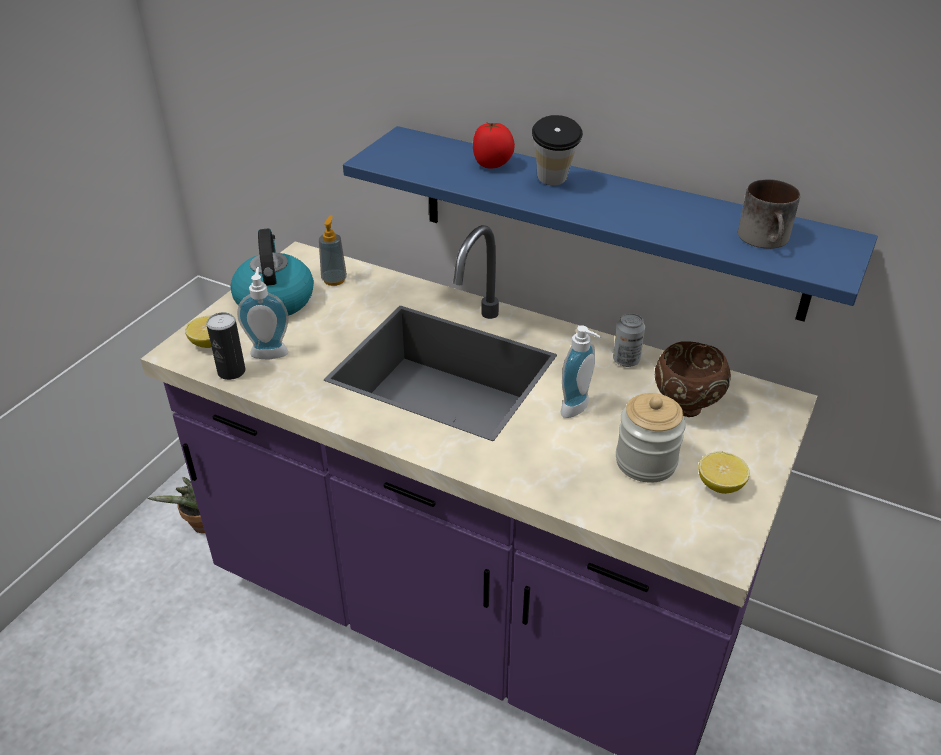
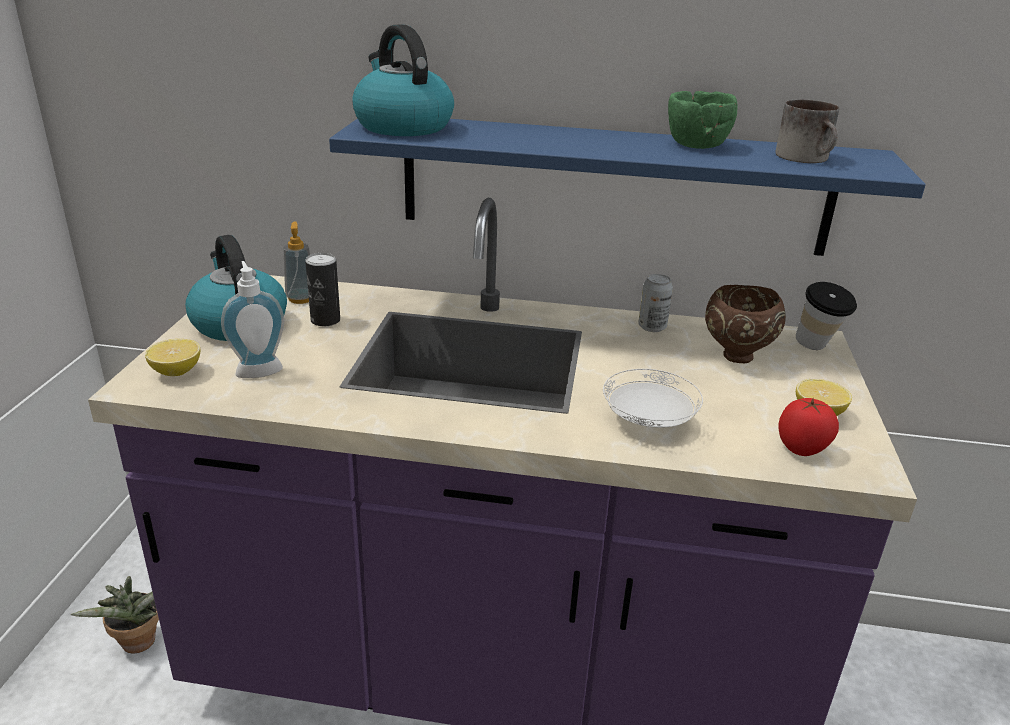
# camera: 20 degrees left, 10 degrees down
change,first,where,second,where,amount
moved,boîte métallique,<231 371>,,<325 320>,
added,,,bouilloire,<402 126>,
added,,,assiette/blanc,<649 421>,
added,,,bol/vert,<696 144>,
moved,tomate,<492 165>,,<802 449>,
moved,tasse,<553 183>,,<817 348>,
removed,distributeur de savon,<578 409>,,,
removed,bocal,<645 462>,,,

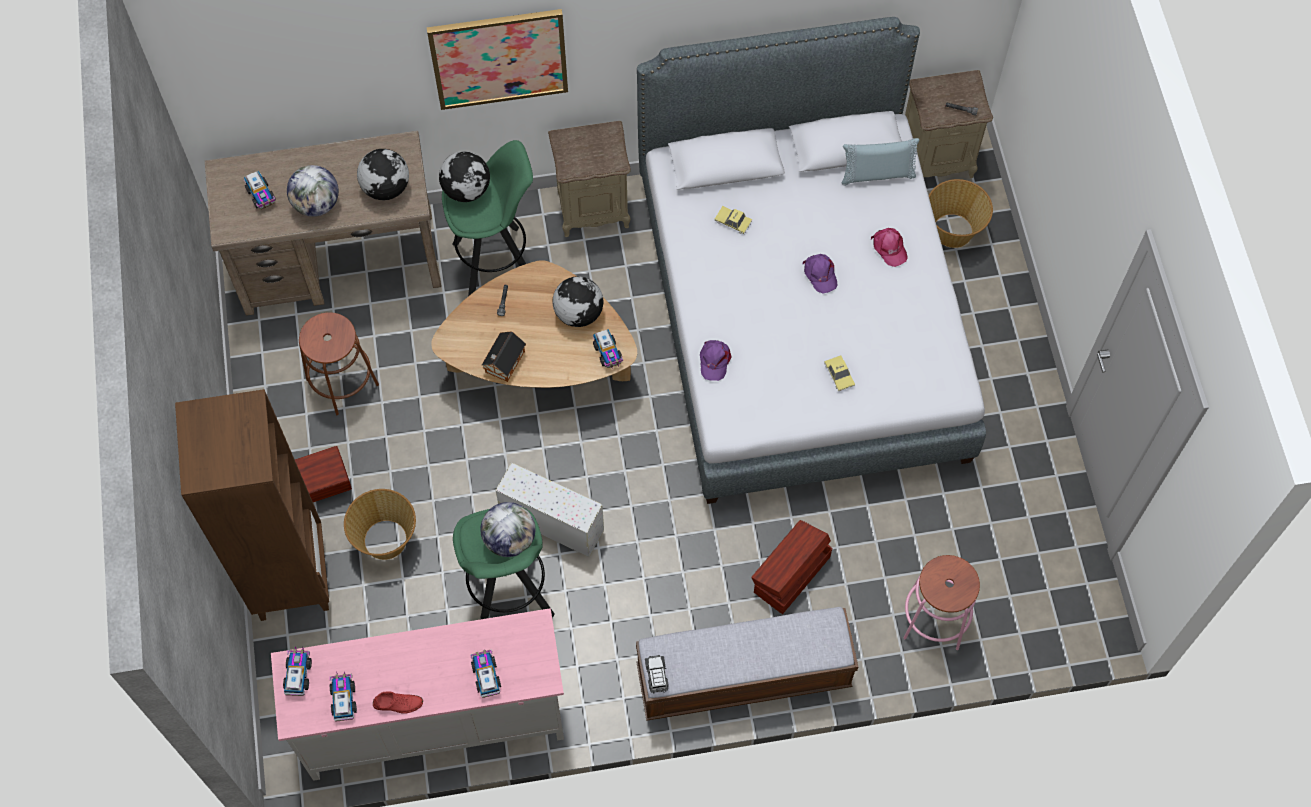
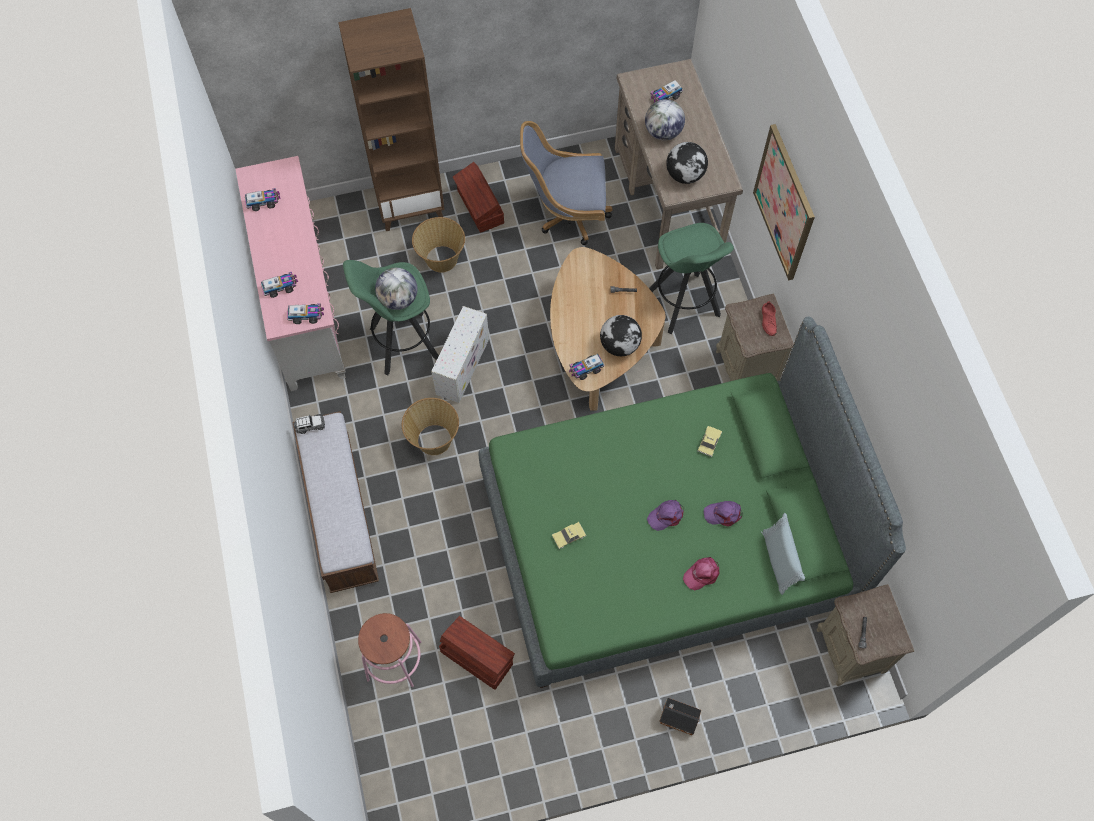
# camera: 85 degrees right, 0 degrees up
change,first,where,second,where,amount
moved,camion jouet,<298 674>,,<306 316>,
moved,panier,<952 231>,,<433 439>,
moved,boîte de rangement/marron,<790 574>,,<476 657>,
recoloured,lit/gris,<800 317>,lit/vert,<666 538>,
replaced,tabouret/marron,<342 382>,chaise de bureau/bleu,<566 215>,
moved,maison miniature,<503 363>,,<677 718>,
moved,casquette/violet,<714 360>,,<723 514>,
moved,chaussure/rouge,<398 704>,,<768 321>,
removed,globe,<467 189>,,,

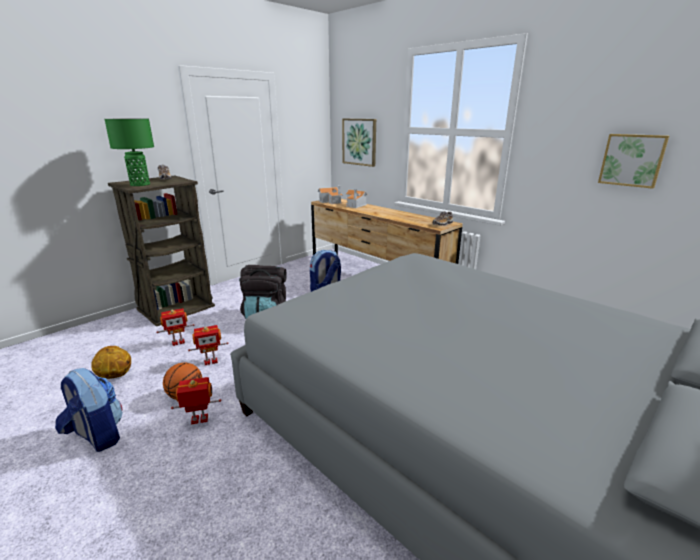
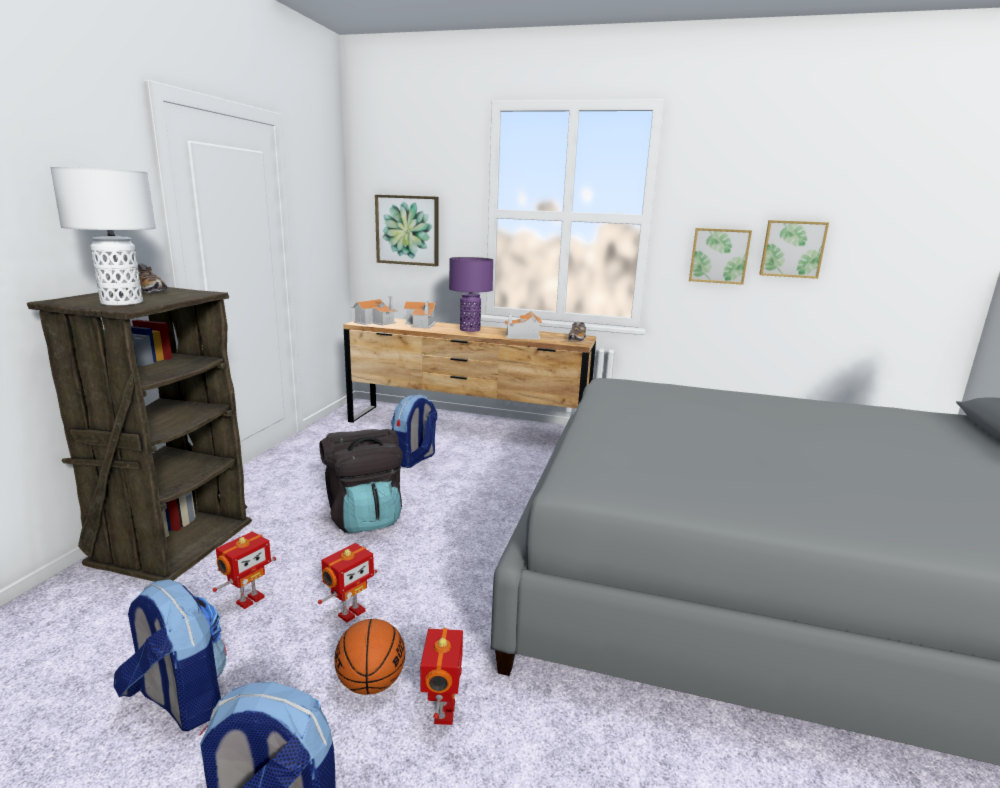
# camera: 30 degrees left, 5 degrees down
change,first,where,second,where,amount
recoloured,lampe de table/vert,<140 184>,lampe de table/blanc,<122 302>,
replaced,ballon de basket,<115 376>,sac à dos,<180 701>,
turned,robot jouet,<199 420>,,<442 712>,135 degrees clockwise
added,,,lampe de table/violet,<469 329>,
added,,,maison miniature,<523 336>,
added,,,tableau,<719 256>,

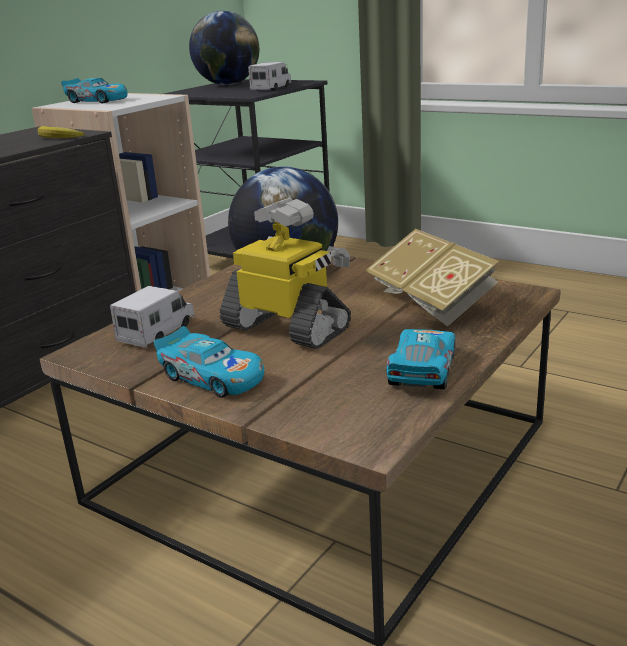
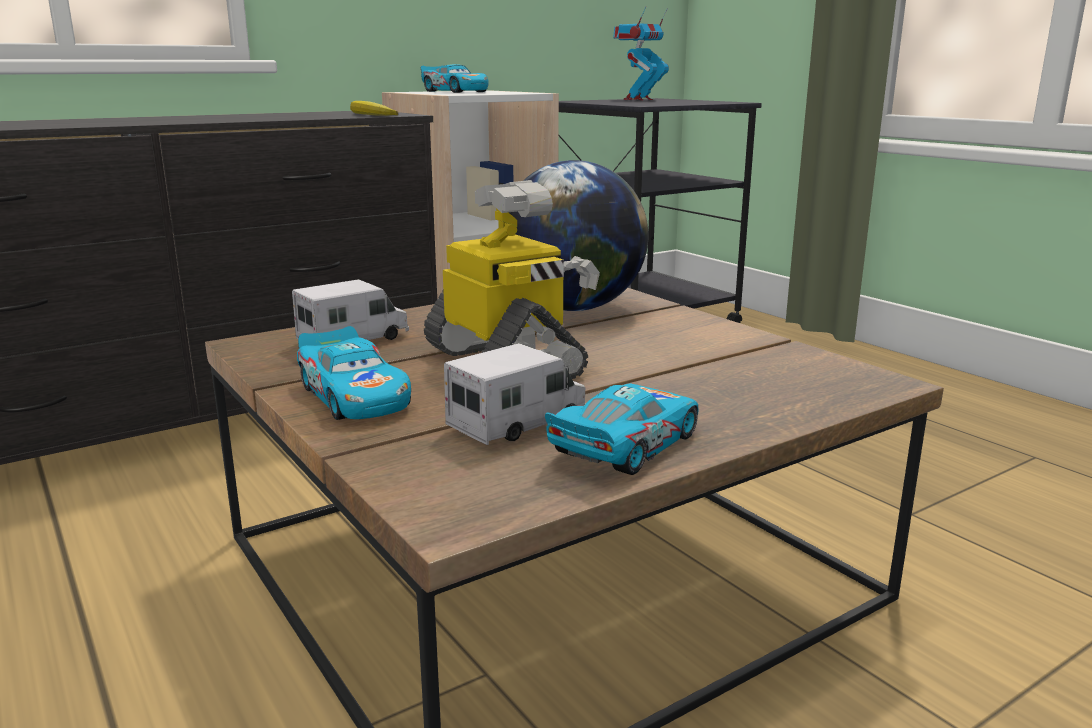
# camera: 20 degrees right, 5 degrees down
change,first,where,second,where,amount
moved,camion jouet,<271 88>,,<518 423>,
replaced,globe,<227 84>,robot jouet,<638 99>,
removed,livre,<431 302>,,,

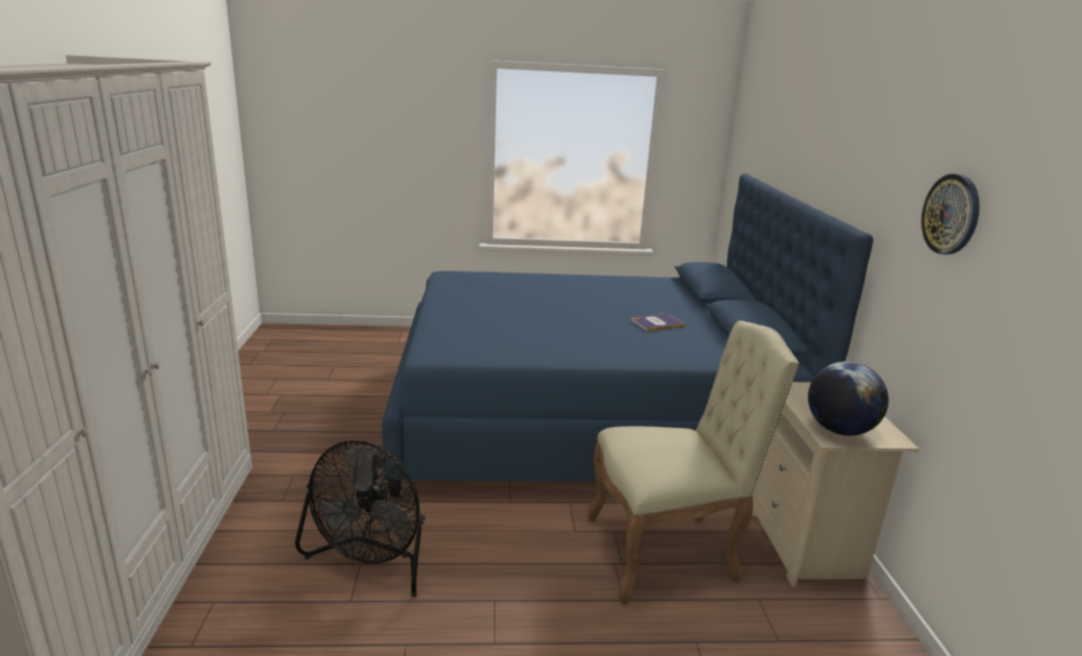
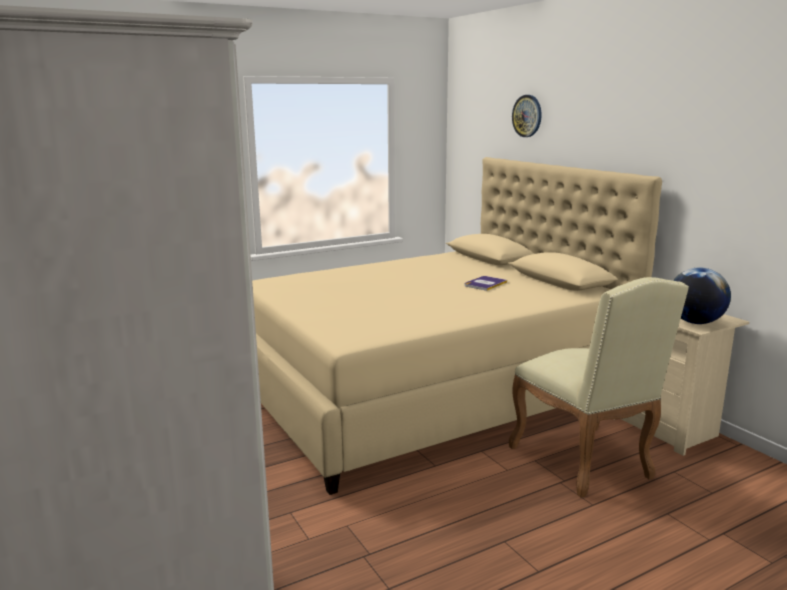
# camera: 25 degrees left, 5 degrees down
change,first,where,second,where,amount
recoloured,lit/bleu,<586 420>,lit/beige,<428 388>,
turned,chaise/beige,<665 552>,,<585 462>,105 degrees clockwise
moved,horloge murale,<951 214>,,<527 116>,
removed,ventilateur/noir,<370 558>,,,

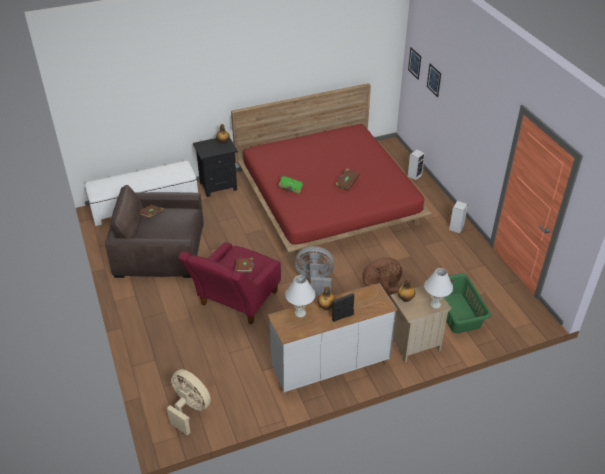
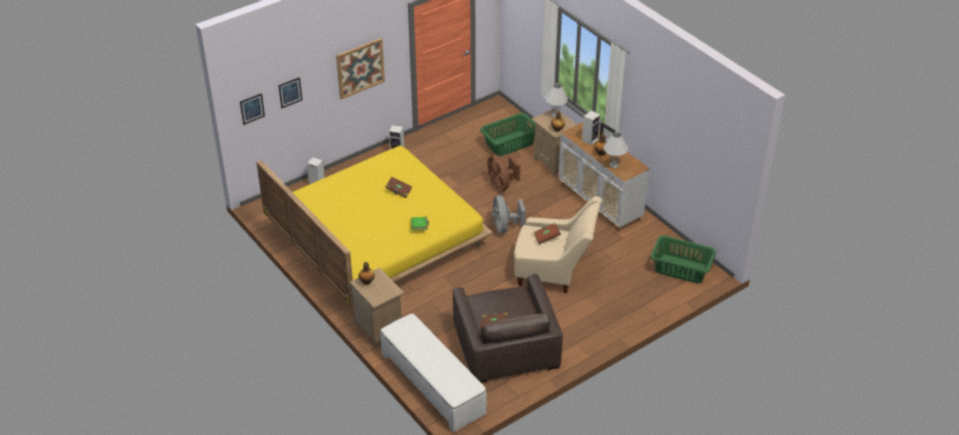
# camera: 105 degrees left, 0 degrees up
change,first,where,second,where,amount
recoloured,lit/rouge,<329 200>,lit/jaune,<378 238>,
added,,,tableau,<360 68>,
recoloured,table de chevet/noir,<219 186>,table de chevet/beige,<379 328>,
recoloured,fauteuil/rouge,<235 302>,fauteuil/beige,<554 271>,
added,,,enceinte,<590 139>,
replaced,ventilateur/beige,<190 409>,panier à linge/vert,<681 269>,

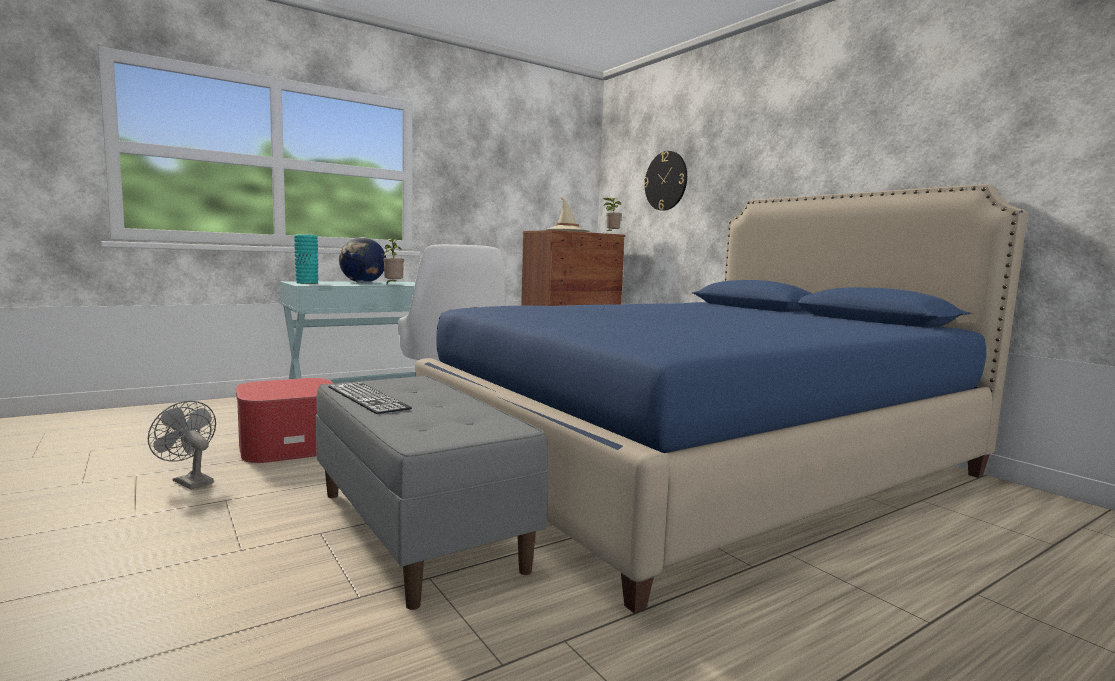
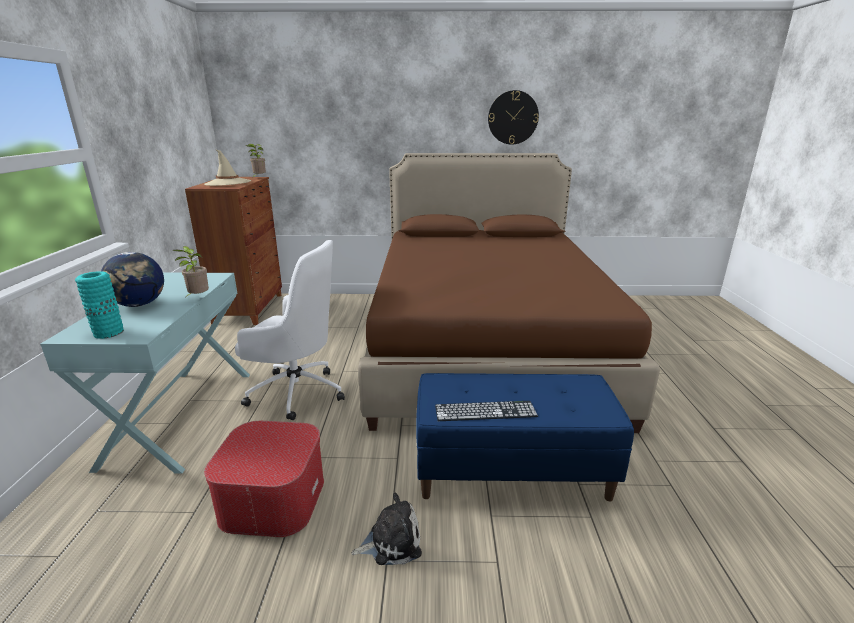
# camera: 55 degrees left, 15 degrees up
change,first,where,second,where,amount
added,,,peluche,<391 542>,
recoloured,lit/bleu,<699 463>,lit/marron,<484 345>,
recoloured,banc/gris,<419 529>,banc/bleu,<512 470>,
moved,horloge murale,<666 181>,,<513 117>,
removed,ventilateur/gris,<189 481>,,,

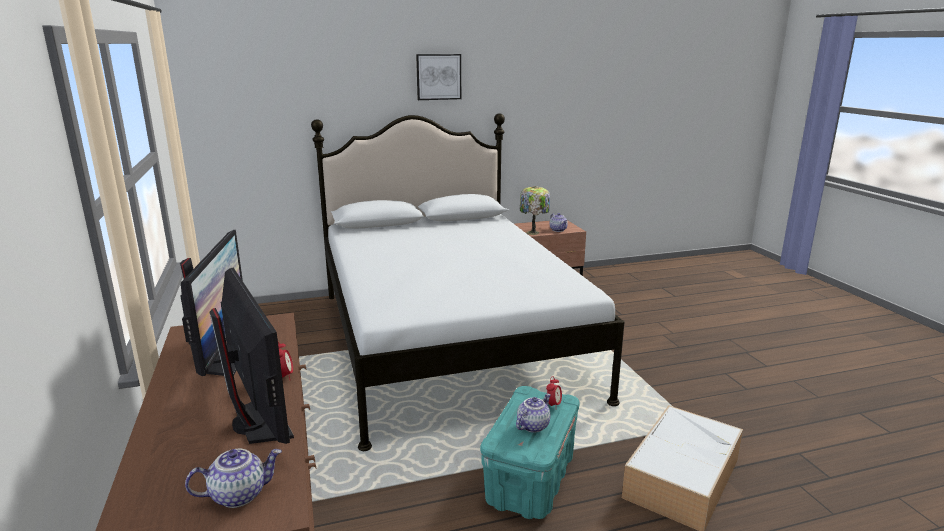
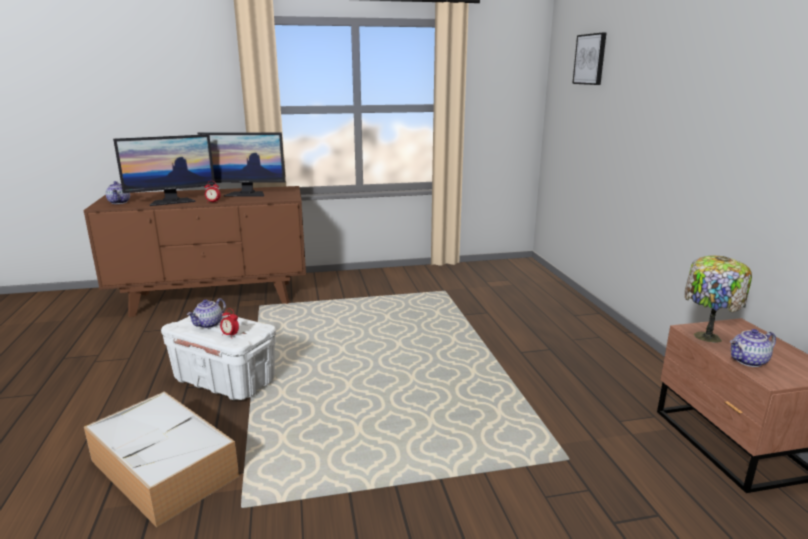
# camera: 95 degrees right, 0 degrees up
change,first,where,second,where,amount
recoloured,boîte de rangement/turquoise,<530 480>,boîte de rangement/blanc,<226 381>,
turned,théière,<532 425>,,<209 325>,75 degrees clockwise
moved,tableau,<438 77>,,<590 59>,
removed,lit/blanc,<448 341>,,,

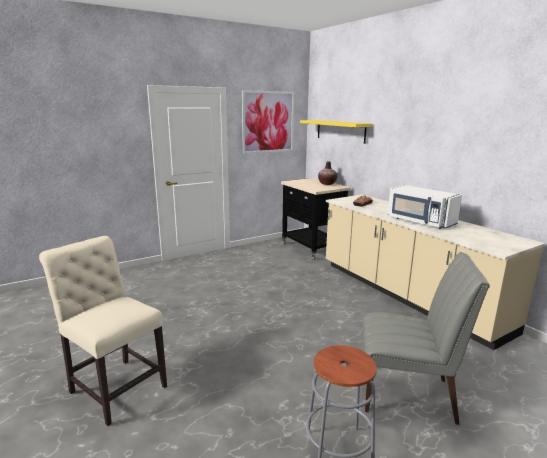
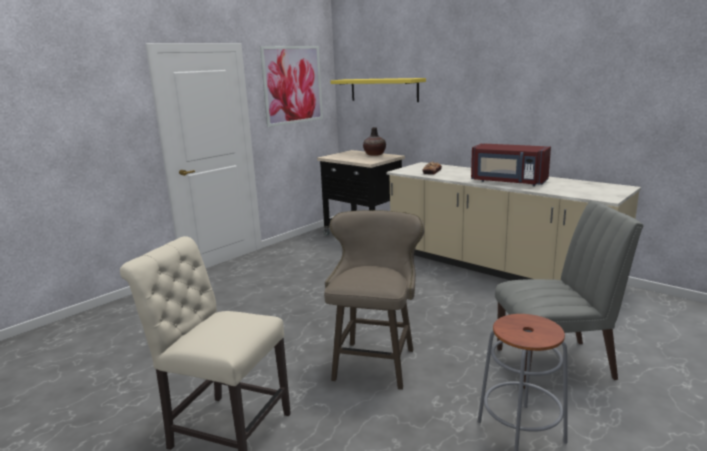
# camera: 15 degrees left, 0 degrees up
change,first,where,second,where,amount
added,,,tabouret/beige,<375 361>,
recoloured,micro-ondes/blanc,<419 222>,micro-ondes/rouge,<508 182>,

